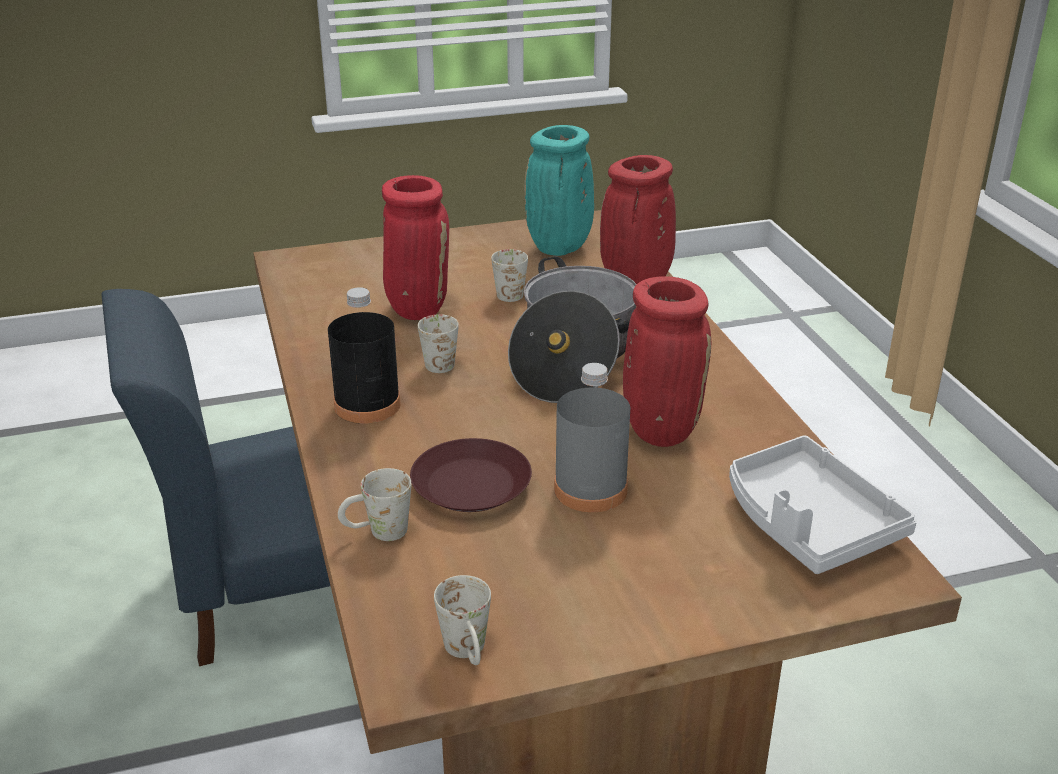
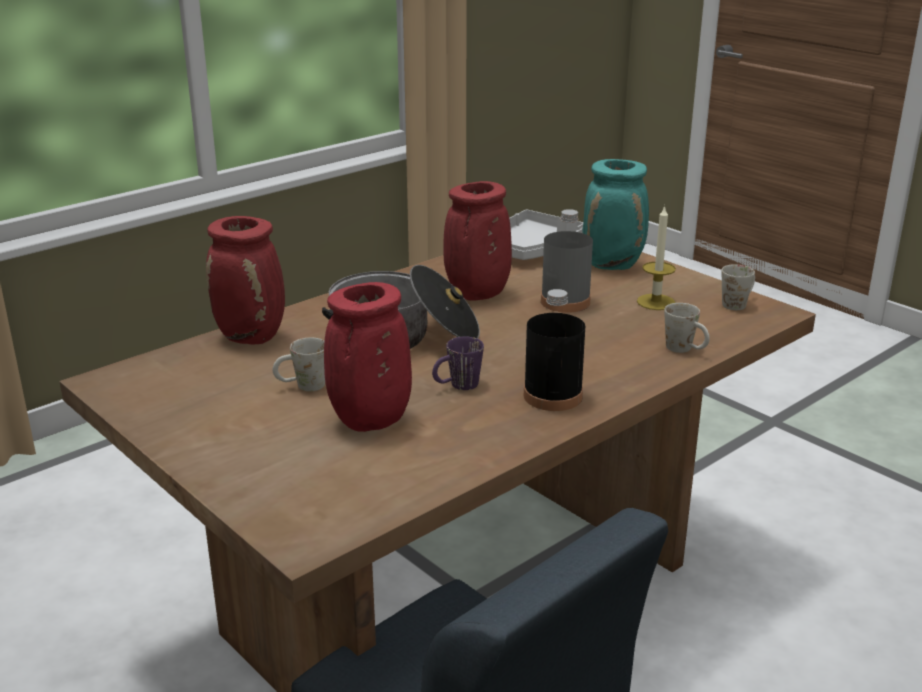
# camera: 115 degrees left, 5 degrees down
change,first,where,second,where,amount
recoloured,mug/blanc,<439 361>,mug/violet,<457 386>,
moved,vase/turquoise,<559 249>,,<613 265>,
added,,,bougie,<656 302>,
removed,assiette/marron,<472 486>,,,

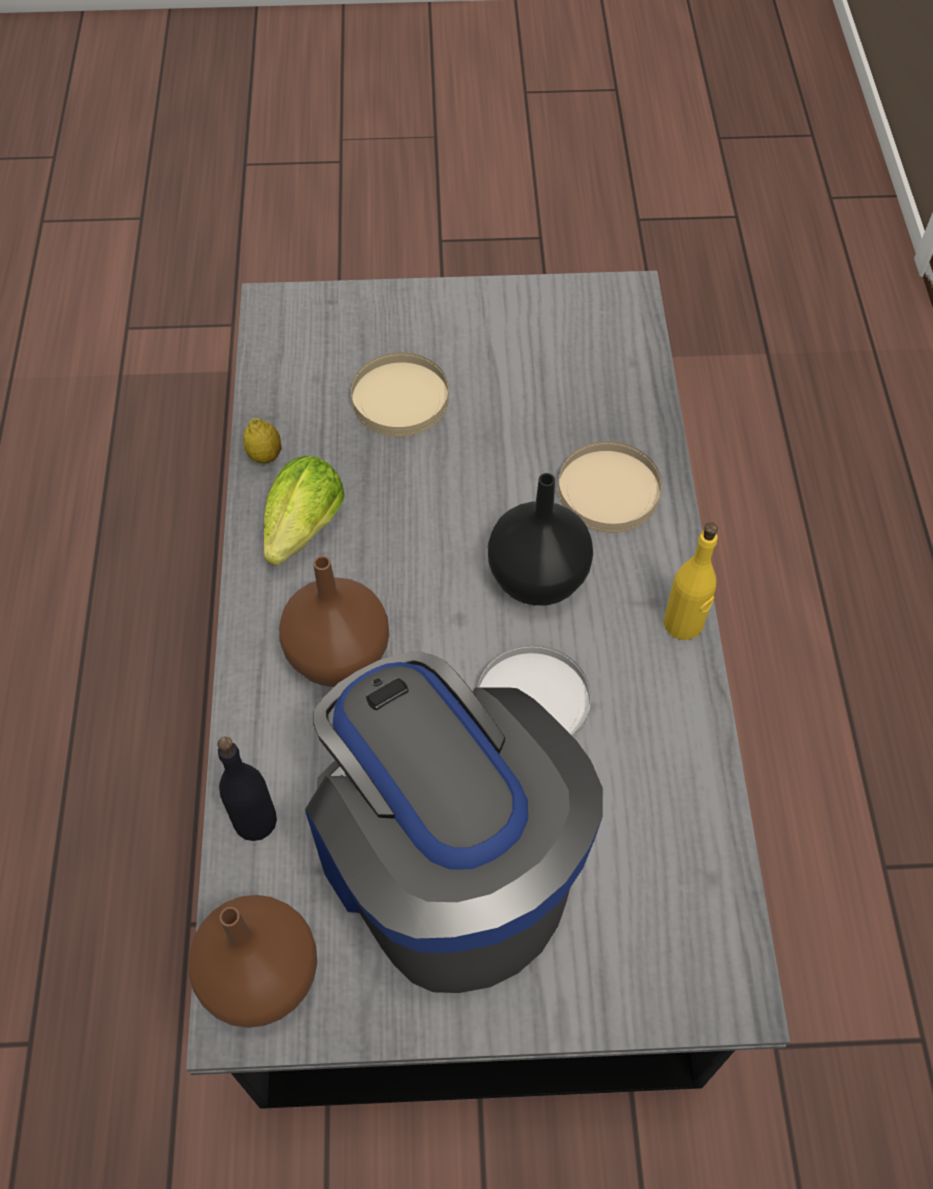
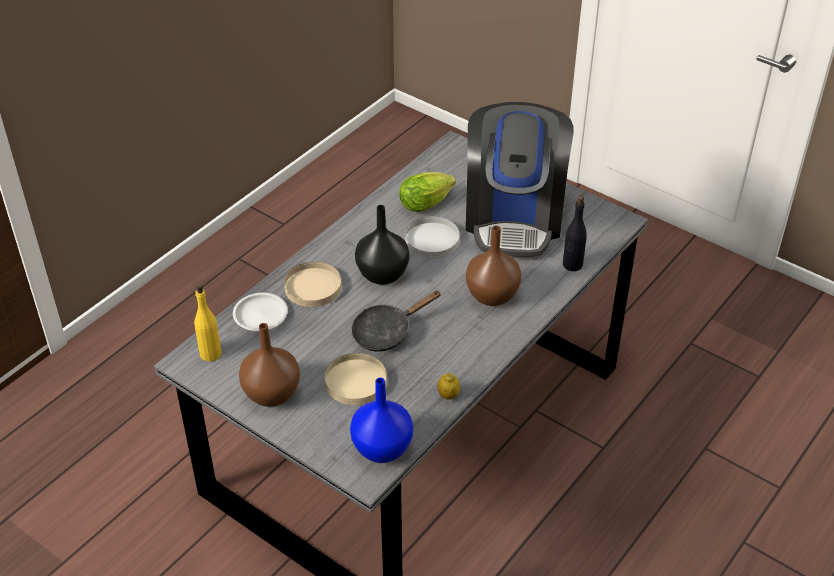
# camera: 140 degrees left, 15 degrees down
change,first,where,second,where,amount
moved,bouteille/jaune,<683 624>,,<210 353>,
added,,,assiette/blanc,<260 315>,
moved,vase/marron,<262 973>,,<270 394>,
added,,,vase/bleu,<380 449>,
added,,,poêle/noir,<386 332>,
moved,laitue,<301 534>,,<428 203>,

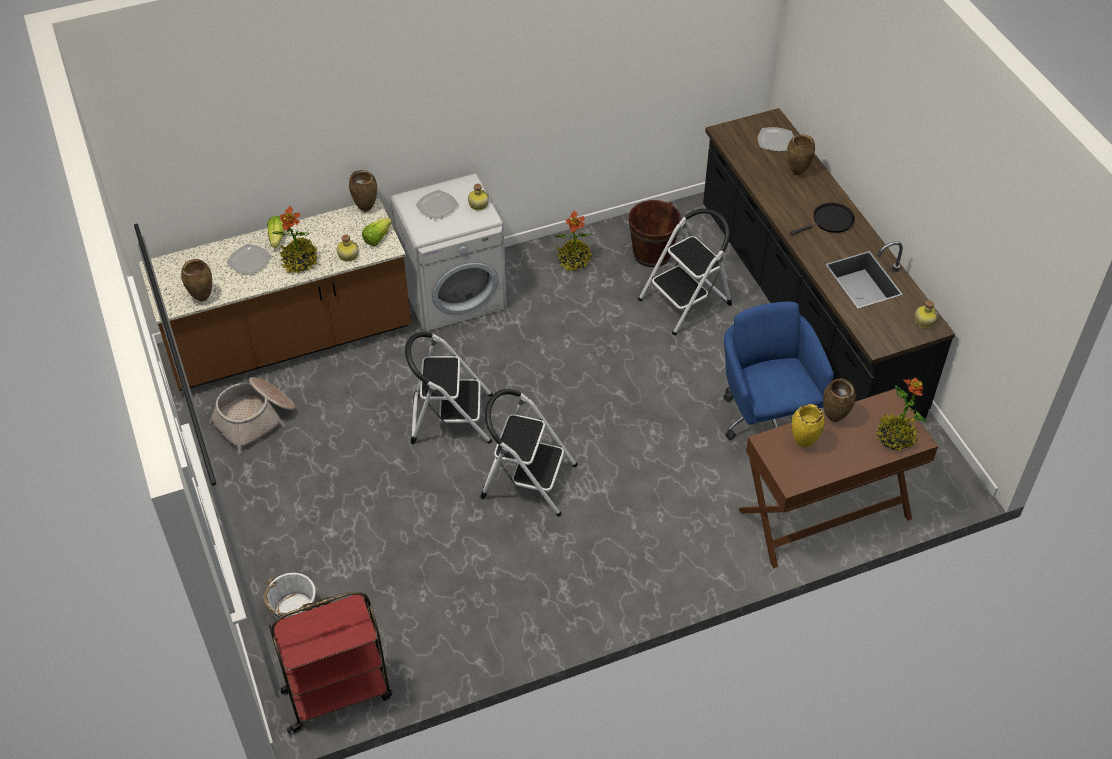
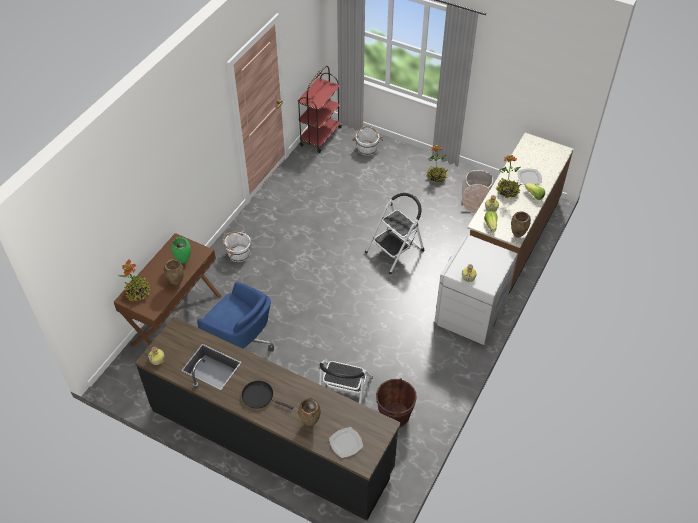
# camera: 140 degrees right, 0 degrees up
change,first,where,second,where,amount
recoloured,vase/jaune,<802 444>,vase/vert,<184 261>,
added,,,seau/blanc,<238 254>,
turned,poêle/noir,<830 221>,,<260 396>,90 degrees clockwise
moved,plante en pot,<574 260>,,<436 177>,
removed,vase/marron,<202 299>,,,
removed,assiette,<436 206>,,,
removed,escabeau,<526 480>,,,

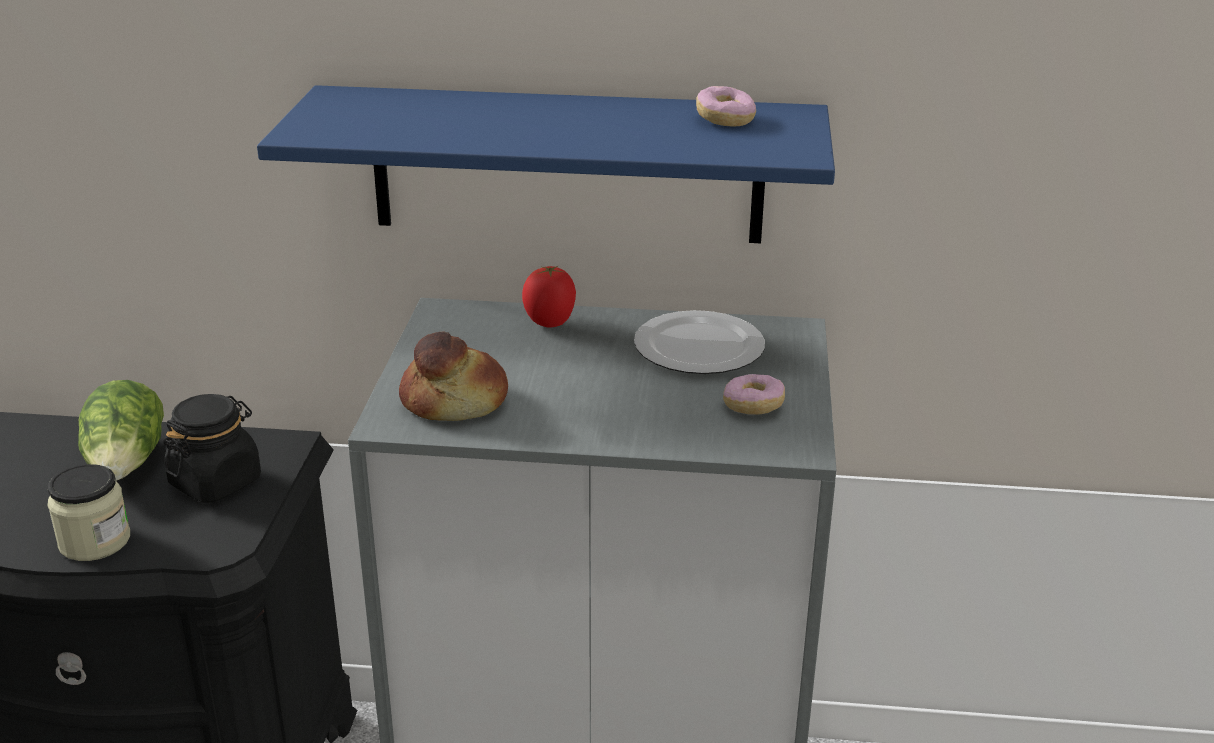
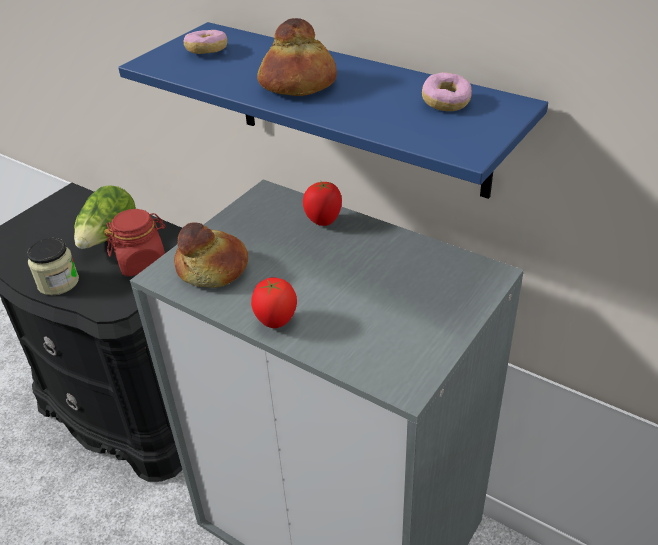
# camera: 30 degrees right, 10 degrees up
change,first,where,second,where,amount
recoloured,bocal/noir,<216 482>,bocal/rouge,<142 262>,
moved,beignet,<753 406>,,<207 51>,
added,,,tomate,<275 322>,
added,,,pain,<298 84>,
removed,assiette,<699 349>,,,

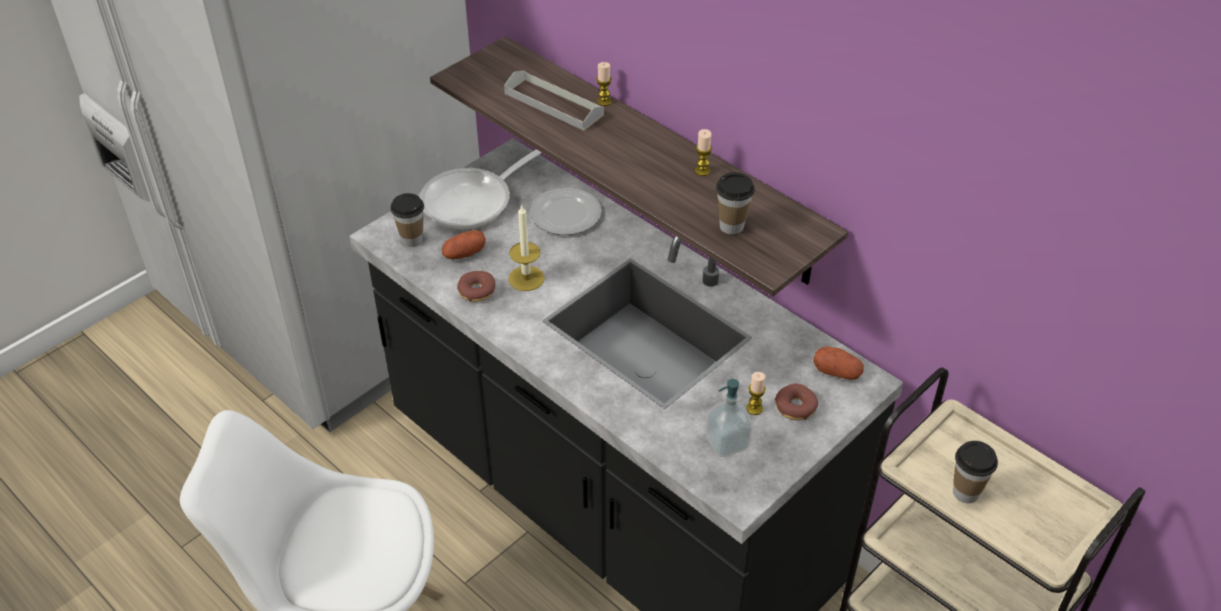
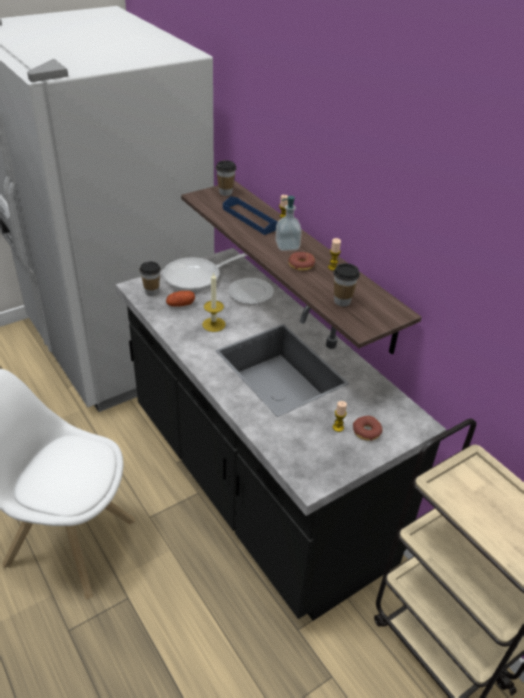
# camera: 10 degrees right, 5 degrees down
change,first,where,second,where,amount
moved,tasse,<965 492>,,<225 193>,
recoloured,plateau/gris,<553 104>,plateau/bleu,<250 218>,
moved,distributeur de savon,<727 442>,,<287 246>,
moved,beignet,<477 291>,,<301 265>,
removed,pomme de terre,<837 372>,,,

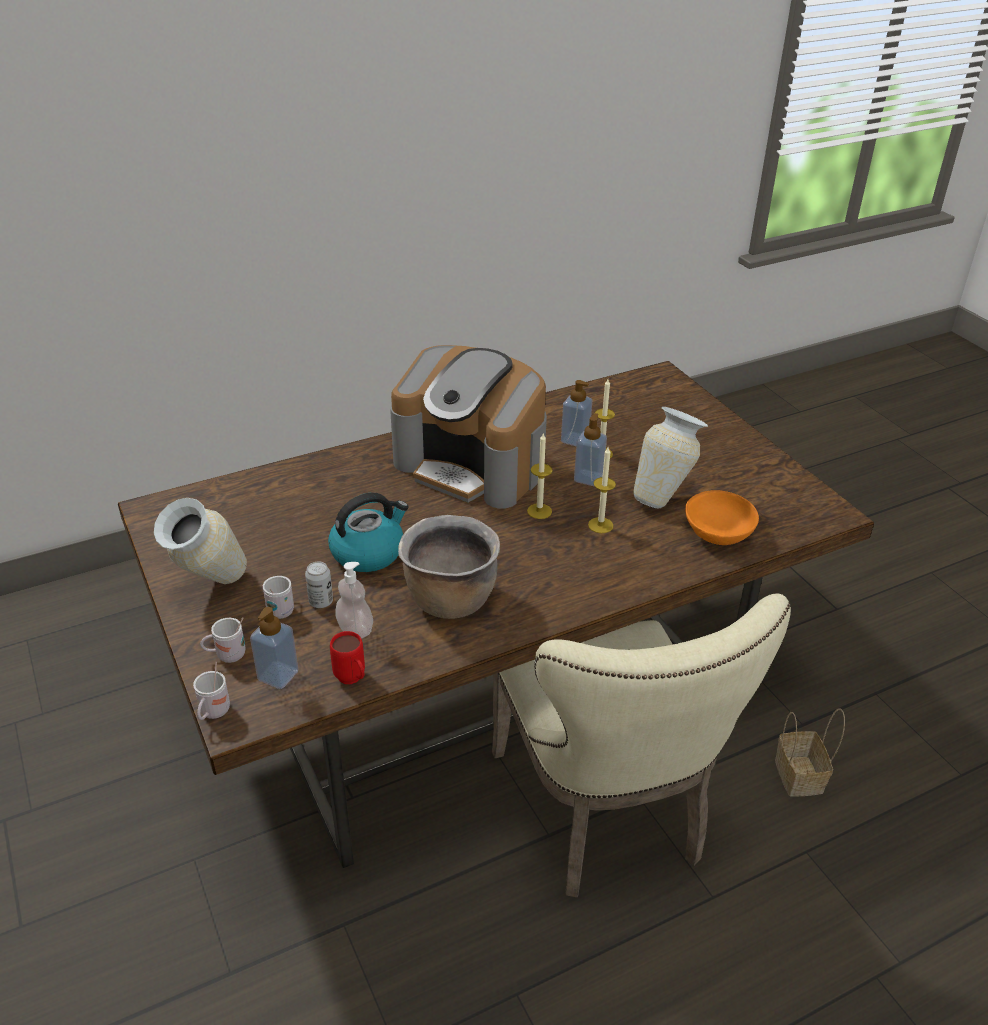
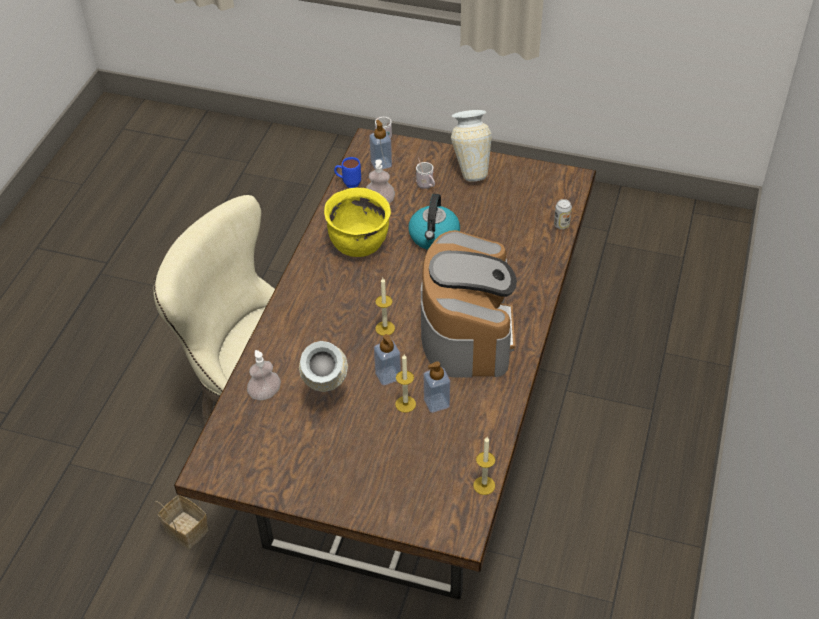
# camera: 135 degrees right, 10 degrees up
change,first,where,second,where,amount
replaced,bol/orange,<719 533>,distributeur de savon,<265 393>,
recoloured,marmite/marron,<450 599>,marmite/jaune,<359 244>,
recoloured,mug/rouge,<352 680>,mug/bleu,<348 183>,
turned,machine à café,<472 465>,,<467 330>,105 degrees clockwise
moved,bougie,<600 525>,,<484 485>,
moved,boîte métallique,<321 602>,,<561 225>,
removed,mug/blanc,<226 655>,,,

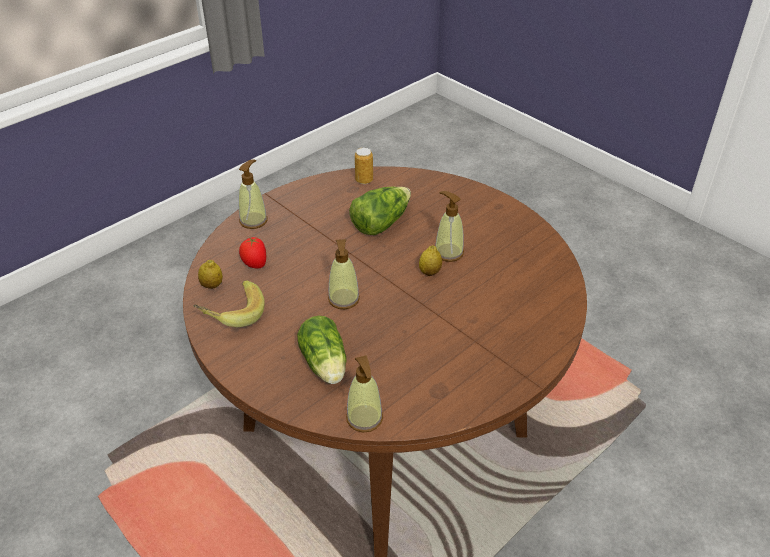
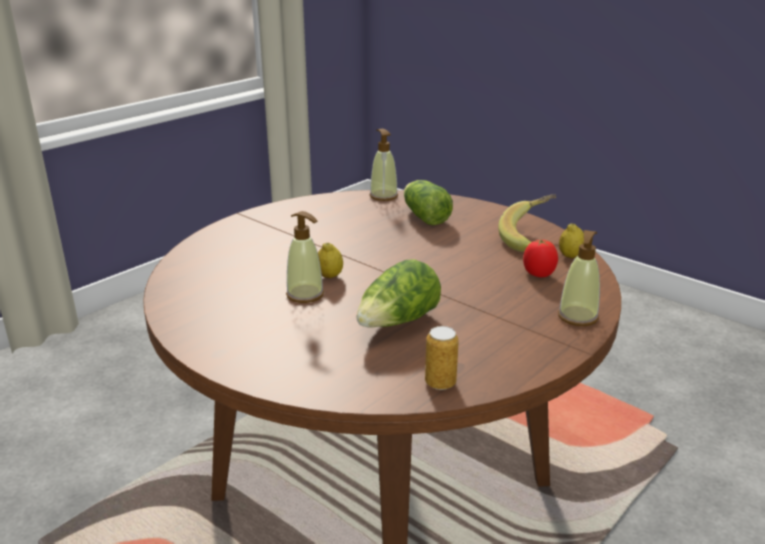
# camera: 175 degrees right, 15 degrees down
change,first,where,second,where,amount
removed,distributeur de savon,<343 299>,,,

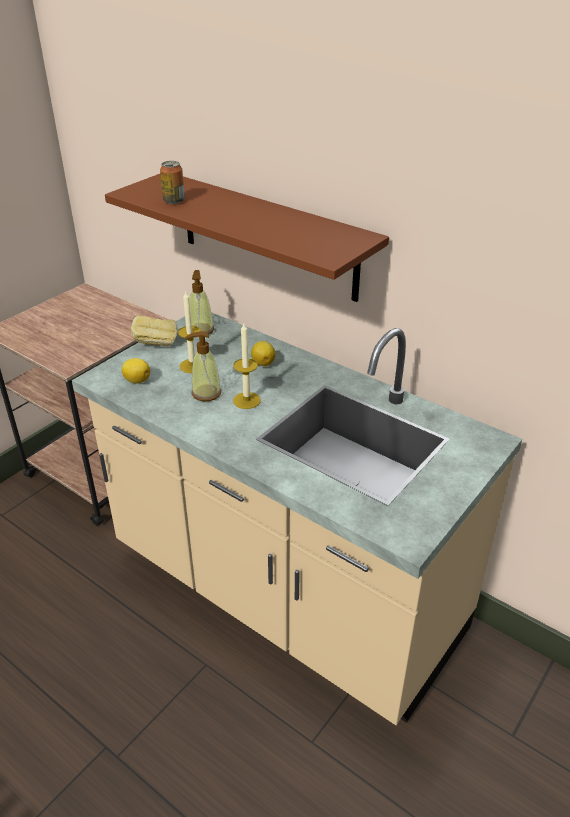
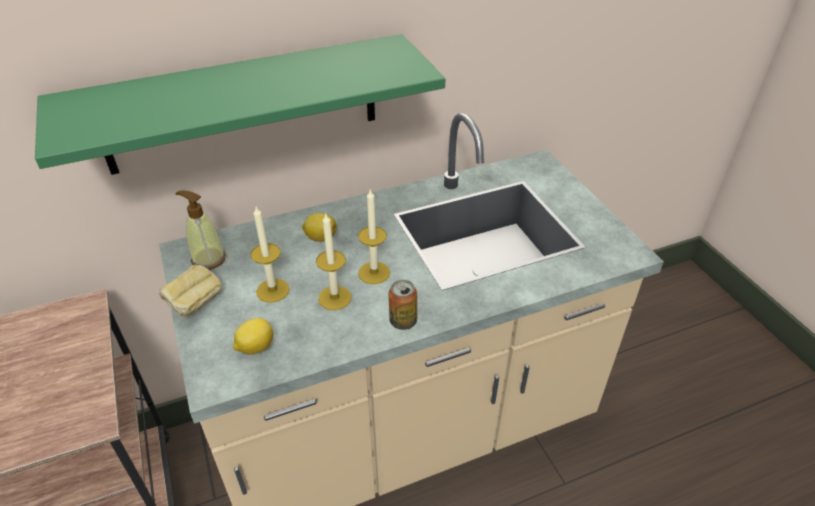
# camera: 60 degrees left, 5 degrees up
change,first,where,second,where,amount
recoloured,étagère/marron,<267 236>,étagère/vert,<242 105>,
replaced,distributeur de savon,<206 393>,bougie,<334 298>,
moved,boîte métallique,<174 201>,,<403 321>,

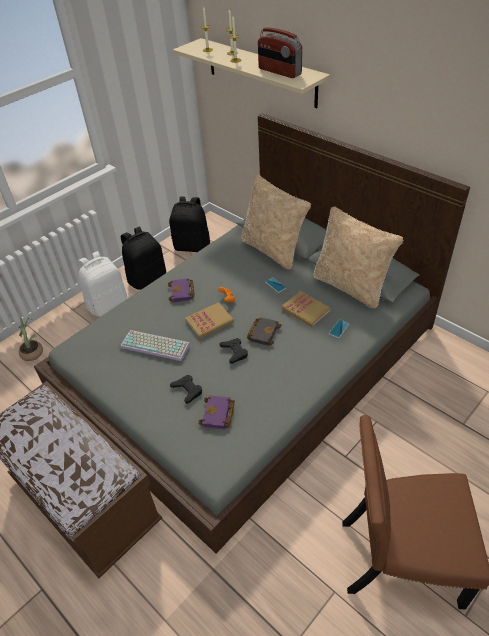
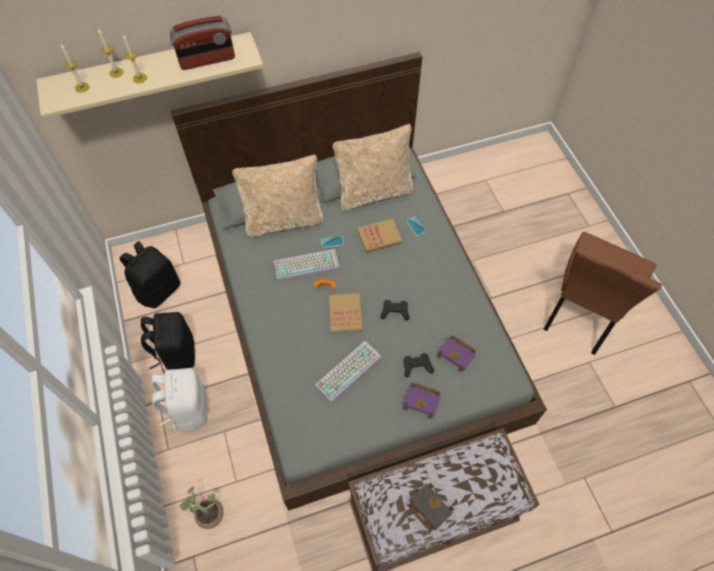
# camera: 65 degrees left, 15 degrees up
change,first,where,second,where,amount
added,,,clavier,<307 264>,
moved,livre/violet,<182 292>,,<422 400>,
moved,livre/noir,<263 332>,,<428 508>,

